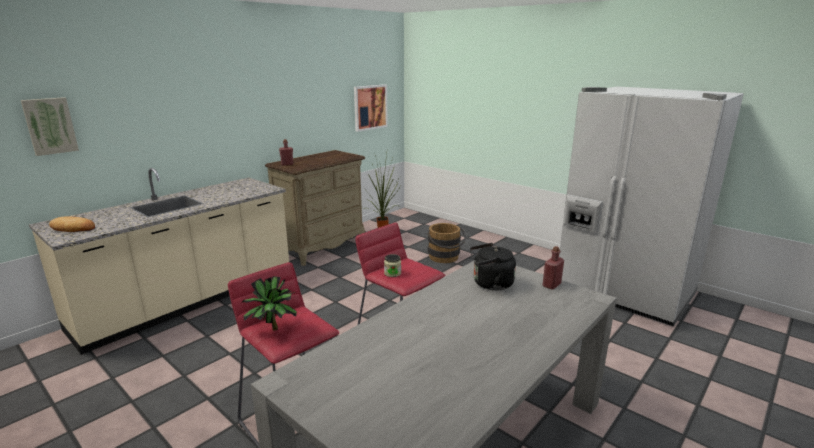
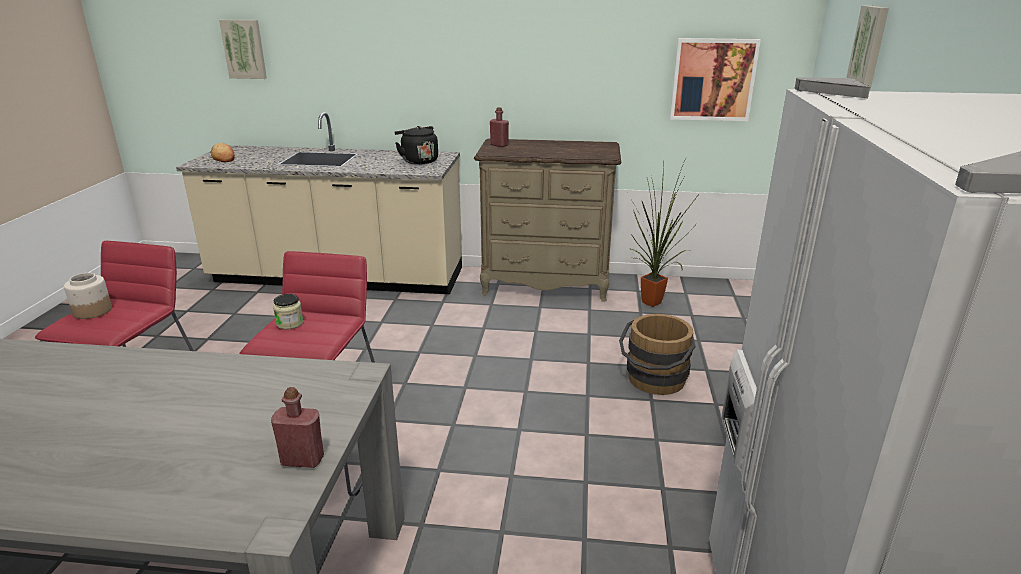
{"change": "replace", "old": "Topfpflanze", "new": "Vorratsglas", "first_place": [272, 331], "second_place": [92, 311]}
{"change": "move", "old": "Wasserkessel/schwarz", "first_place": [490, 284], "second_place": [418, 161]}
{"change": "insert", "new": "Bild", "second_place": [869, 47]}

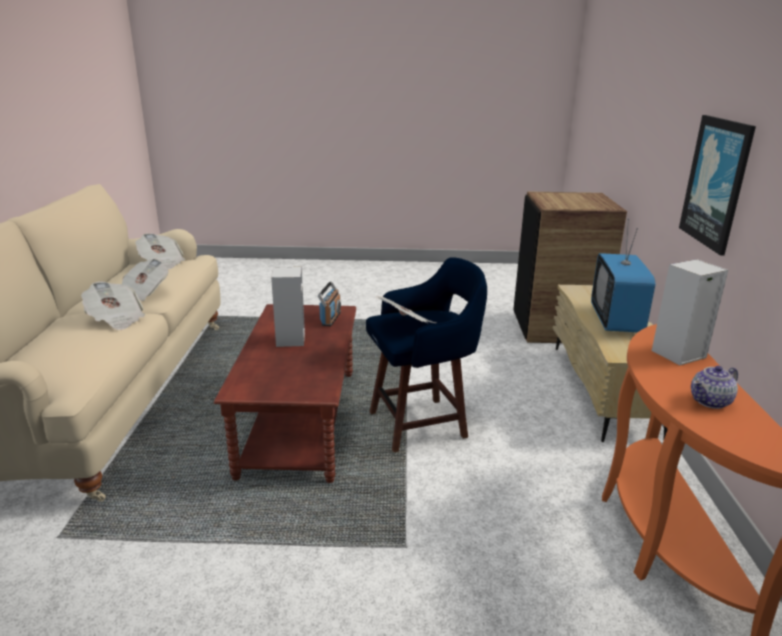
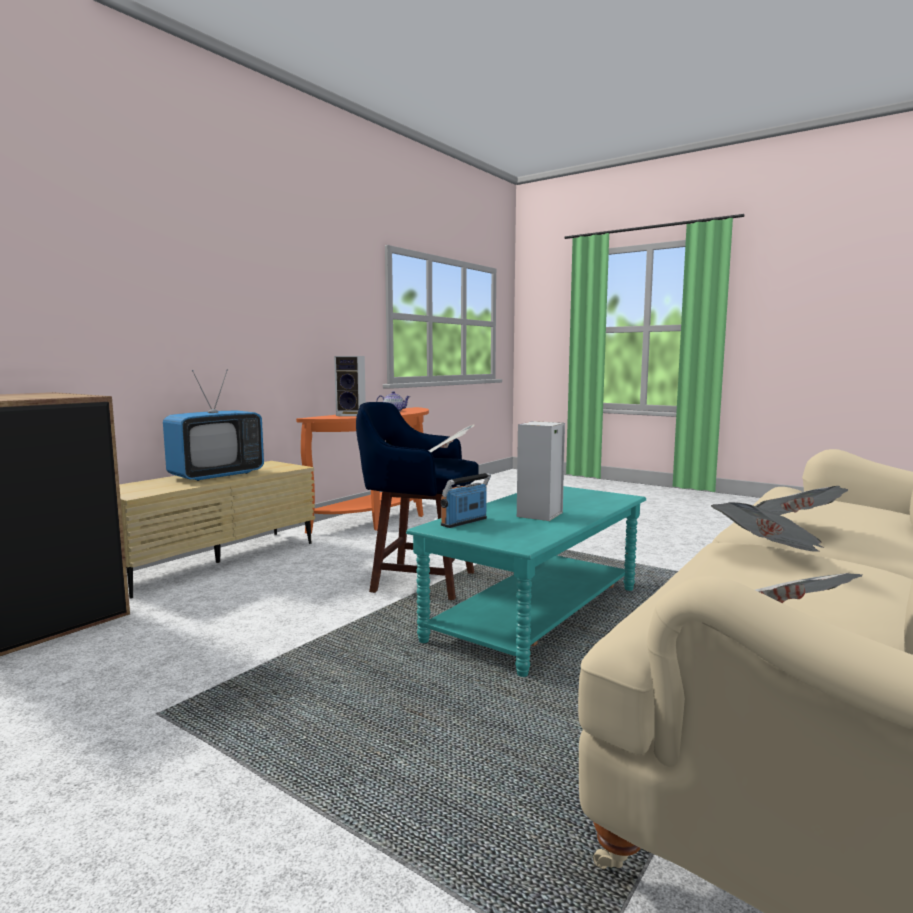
{"change": "recolor", "old": "Couchtisch/braun", "new": "Couchtisch/türkis", "first_place": [300, 420], "second_place": [536, 614]}
{"change": "delete", "old": "Bild", "first_place": [716, 182]}

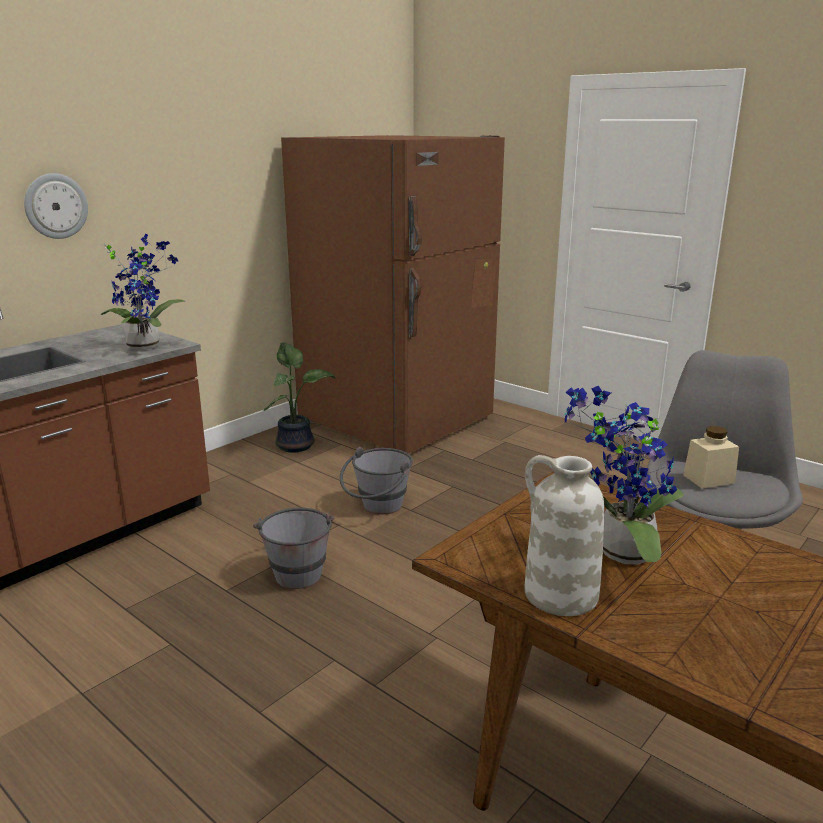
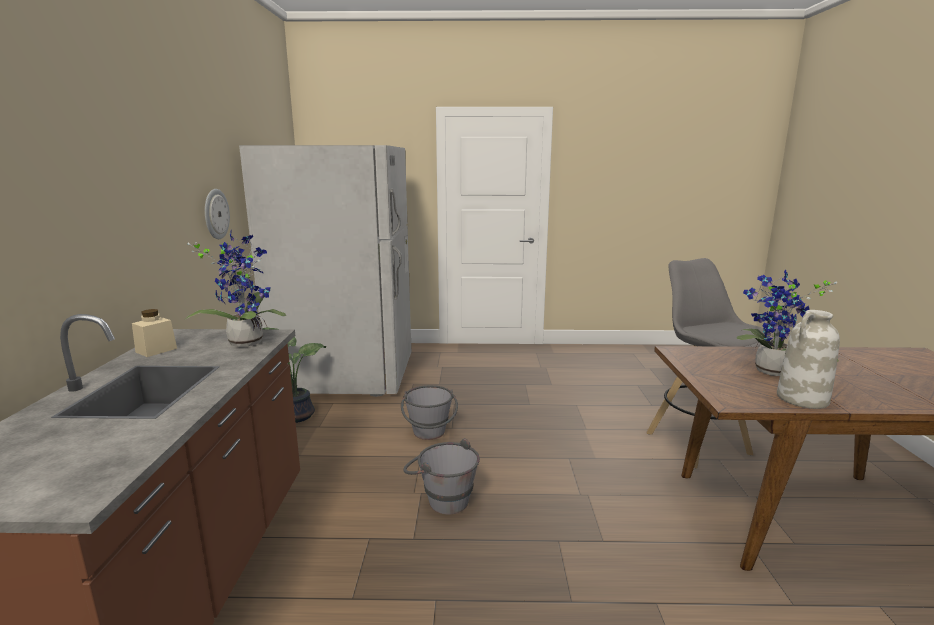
{"change": "move", "old": "Vorratsglas/beige", "first_place": [708, 479], "second_place": [156, 350]}
{"change": "move", "old": "Wanduhr", "first_place": [55, 206], "second_place": [215, 214]}
{"change": "recolor", "old": "Kühlschrank/braun", "new": "Kühlschrank/weiß", "first_place": [397, 418], "second_place": [347, 373]}

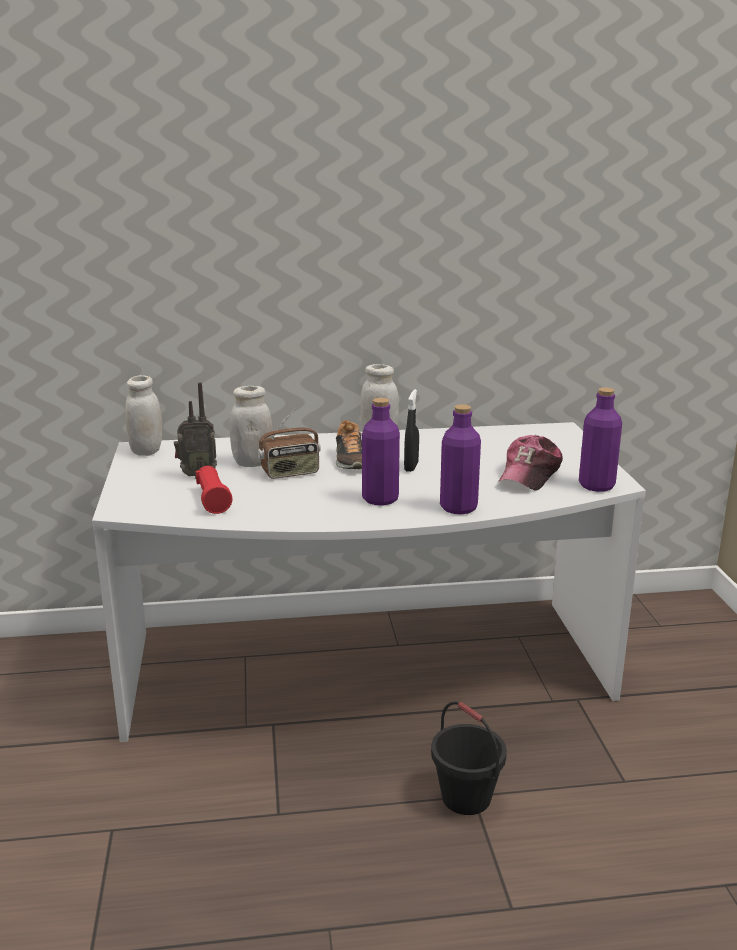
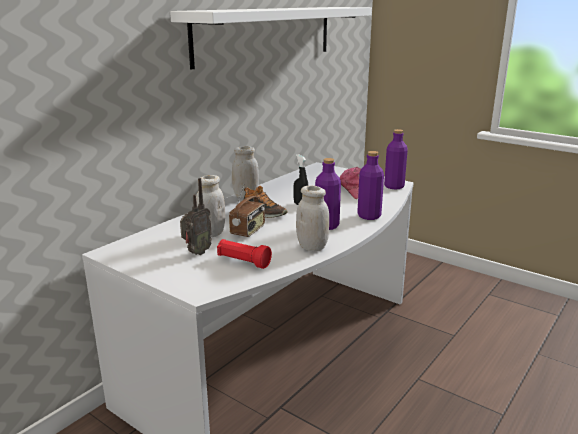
{"change": "insert", "new": "Wandregal/weiß", "second_place": [266, 34]}
{"change": "move", "old": "Vorratsglas/weiß", "first_place": [146, 451], "second_place": [312, 247]}
{"change": "delete", "old": "Eimer/schwarz", "first_place": [466, 797]}

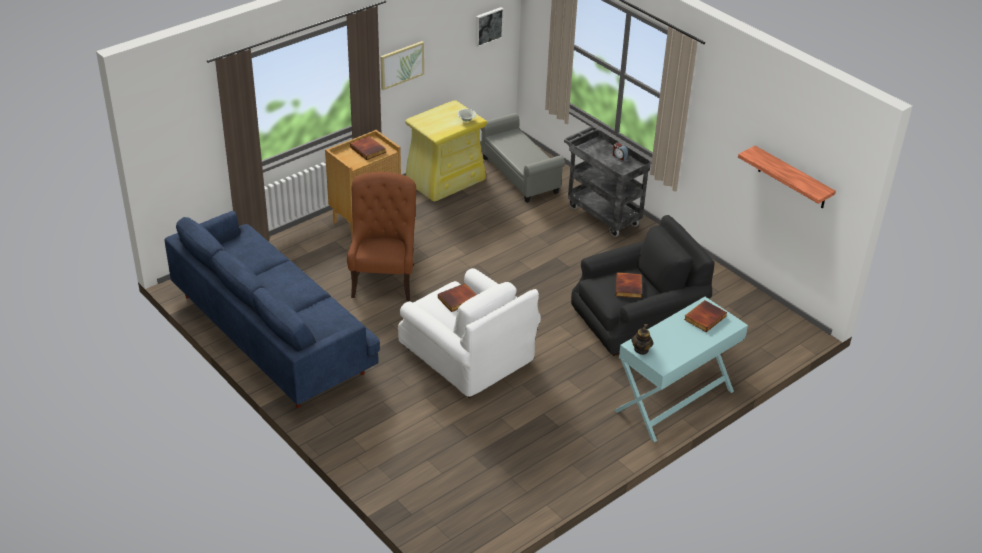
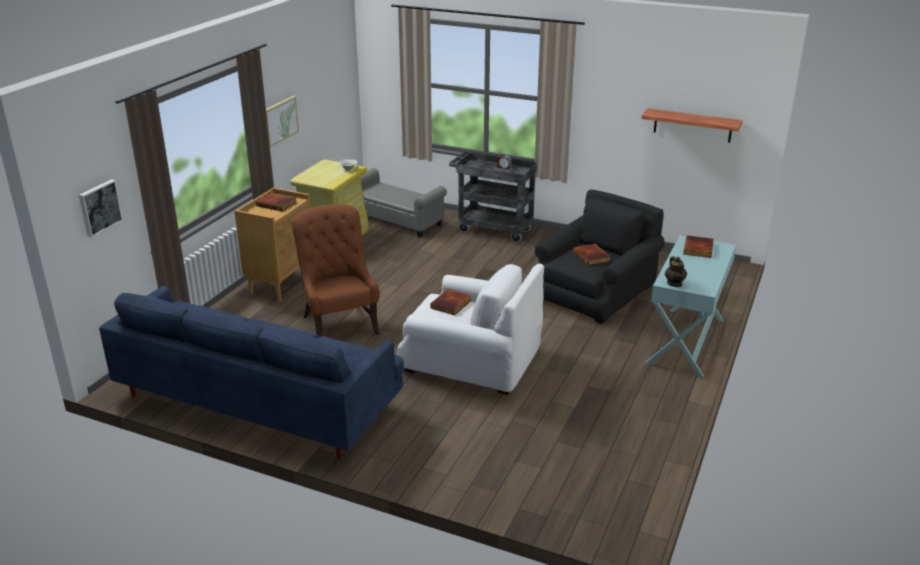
{"change": "move", "old": "Bild", "first_place": [488, 26], "second_place": [99, 207]}

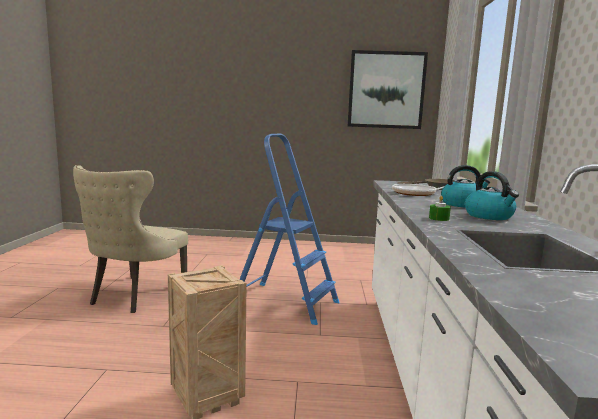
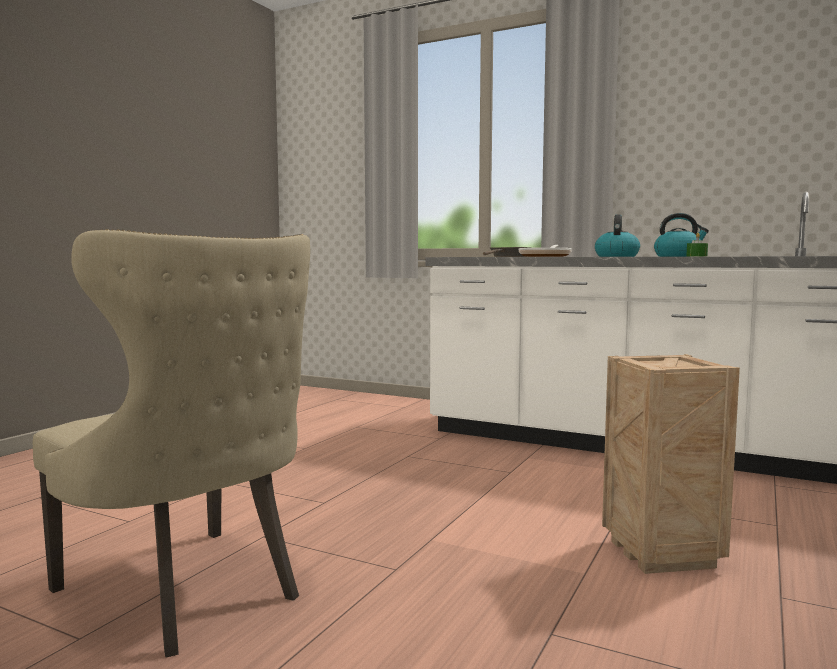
{"change": "delete", "old": "Trittleiter/blau", "first_place": [286, 302]}
{"change": "delete", "old": "Bild", "first_place": [386, 90]}

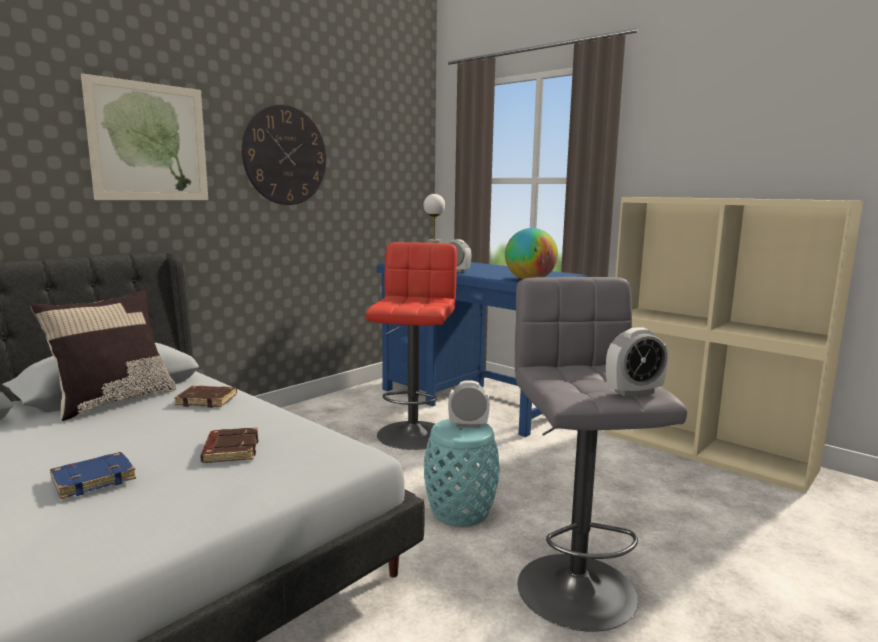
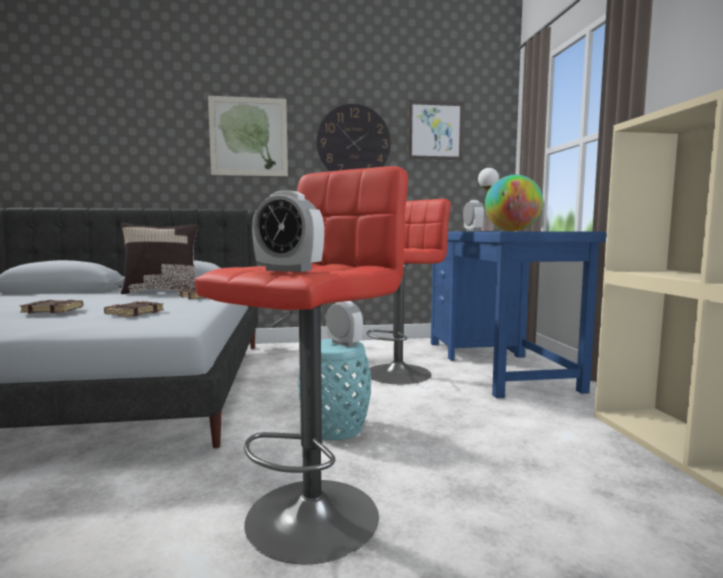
{"change": "recolor", "old": "Buch/blau", "new": "Buch/braun", "first_place": [94, 479], "second_place": [54, 310]}
{"change": "recolor", "old": "Hocker/grau", "new": "Hocker/rot", "first_place": [577, 589], "second_place": [314, 517]}
{"change": "insert", "new": "Bild", "second_place": [435, 130]}

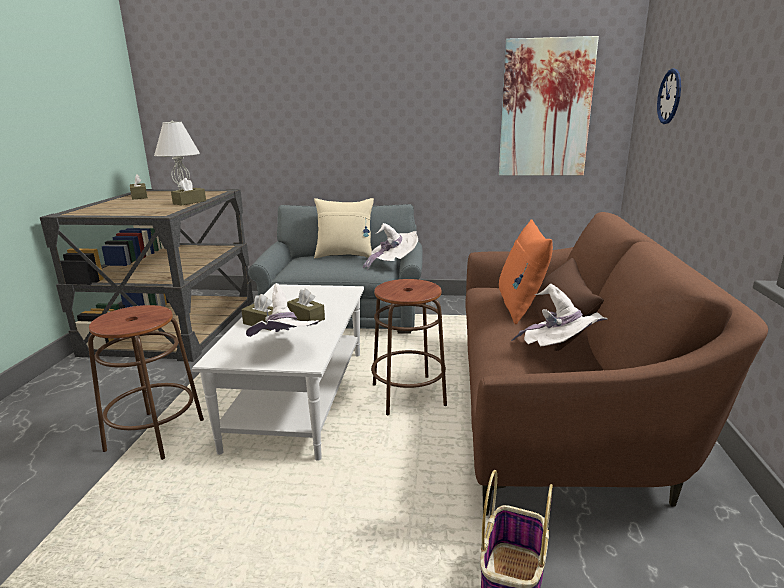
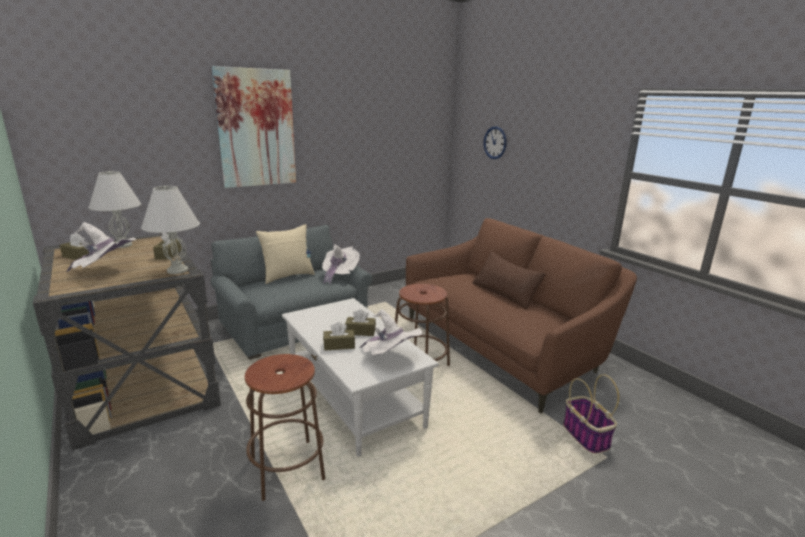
{"change": "move", "old": "Hut/weiß", "first_place": [560, 352], "second_place": [106, 271]}
{"change": "insert", "new": "Tischlampe/weiß", "second_place": [177, 270]}
{"change": "move", "old": "Bild", "first_place": [545, 109], "second_place": [256, 128]}
{"change": "delete", "old": "Kissen/orange", "first_place": [520, 307]}

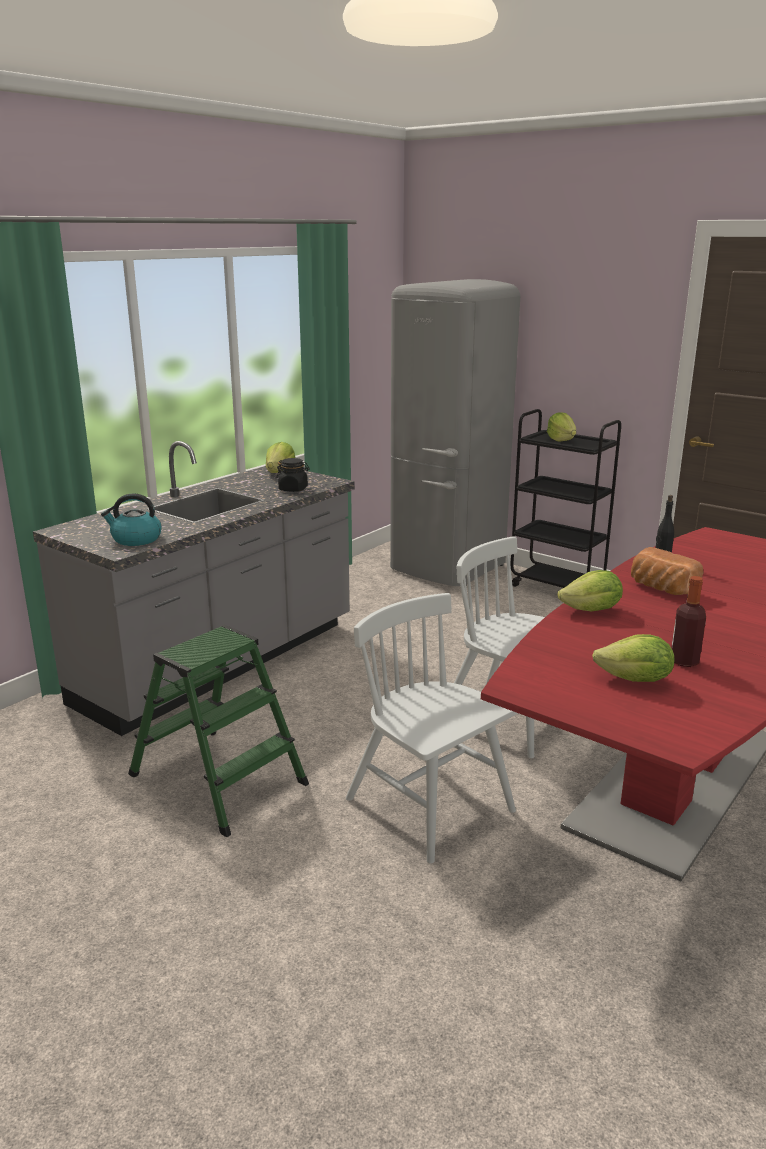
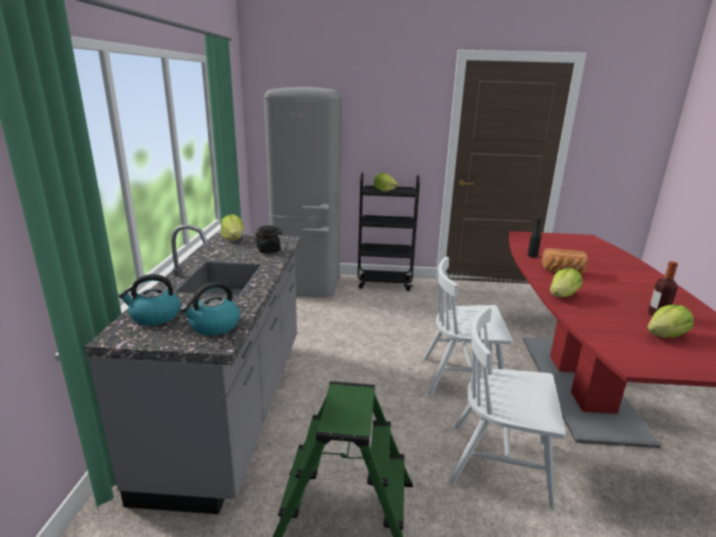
{"change": "insert", "new": "Wasserkessel", "second_place": [155, 317]}

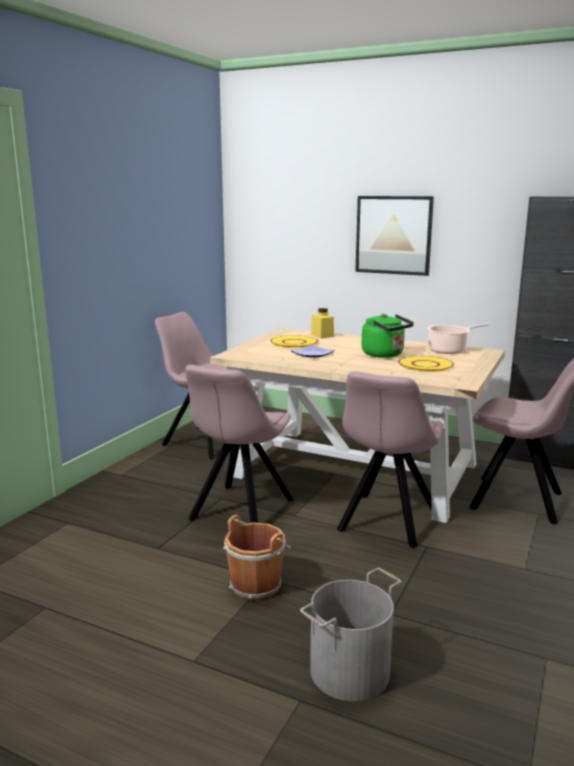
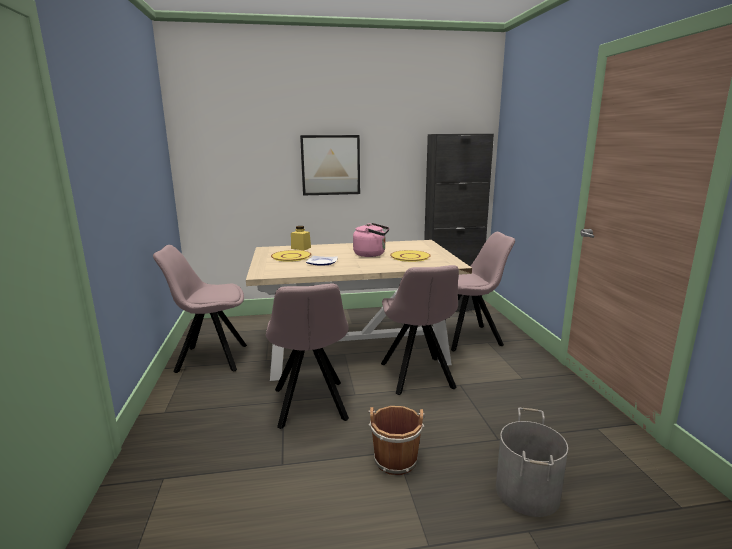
{"change": "recolor", "old": "Wasserkessel/grün", "new": "Wasserkessel/rosa", "first_place": [385, 355], "second_place": [371, 254]}
{"change": "delete", "old": "Kochtopf", "first_place": [449, 350]}

